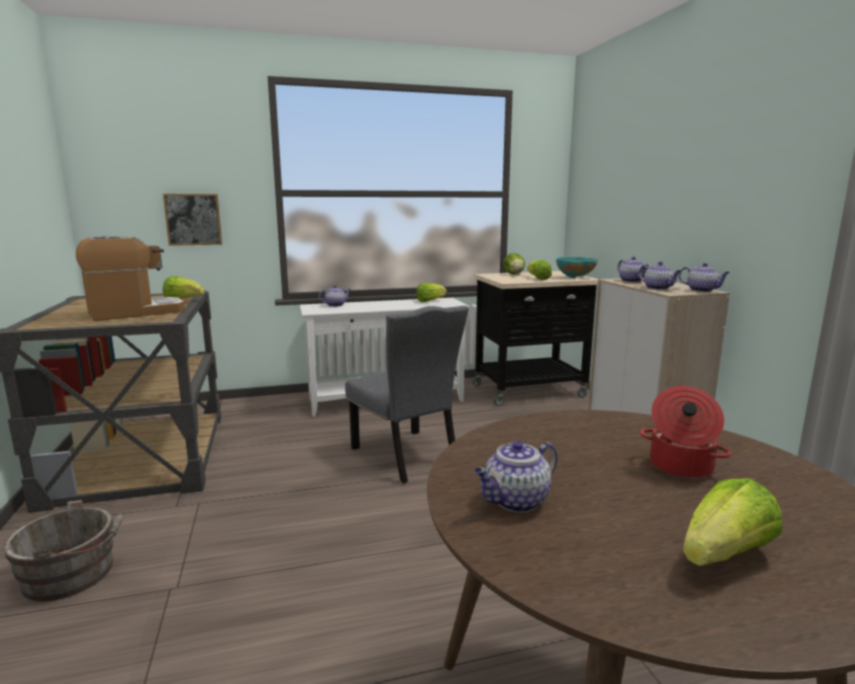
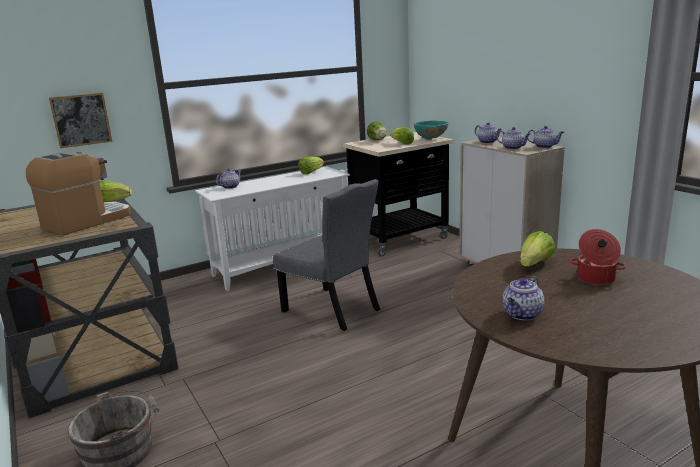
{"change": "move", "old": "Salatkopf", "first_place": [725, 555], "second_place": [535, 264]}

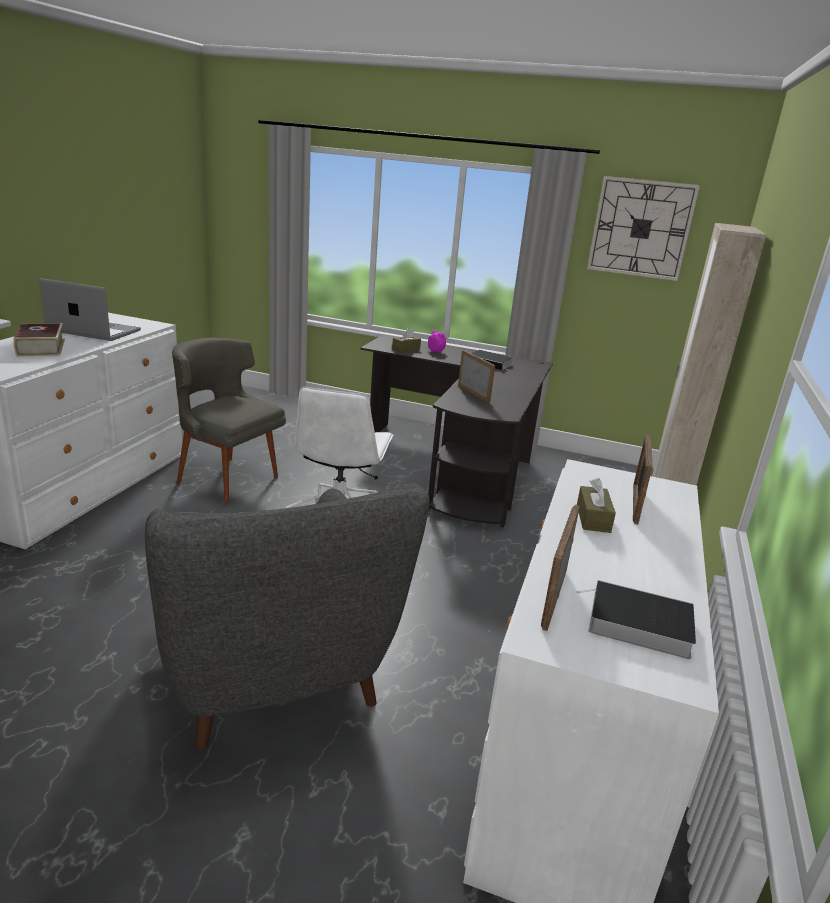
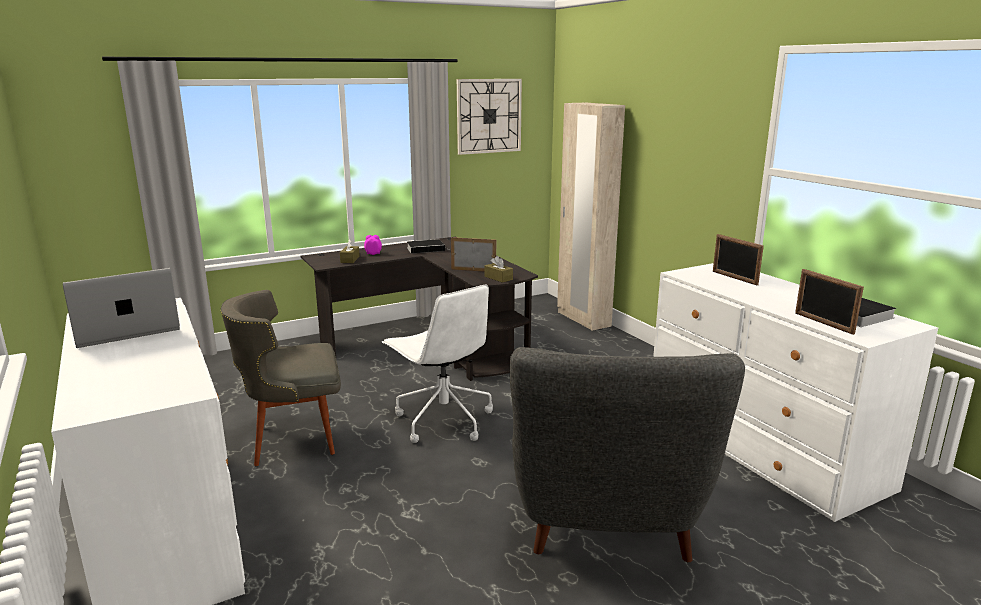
{"change": "move", "old": "Taschentuchbox/braun", "first_place": [593, 518], "second_place": [498, 278]}
{"change": "rotate", "old": "Sessel/grau", "first_place": [272, 680], "second_place": [604, 520], "degrees": 75}
{"change": "delete", "old": "Buch", "first_place": [41, 347]}

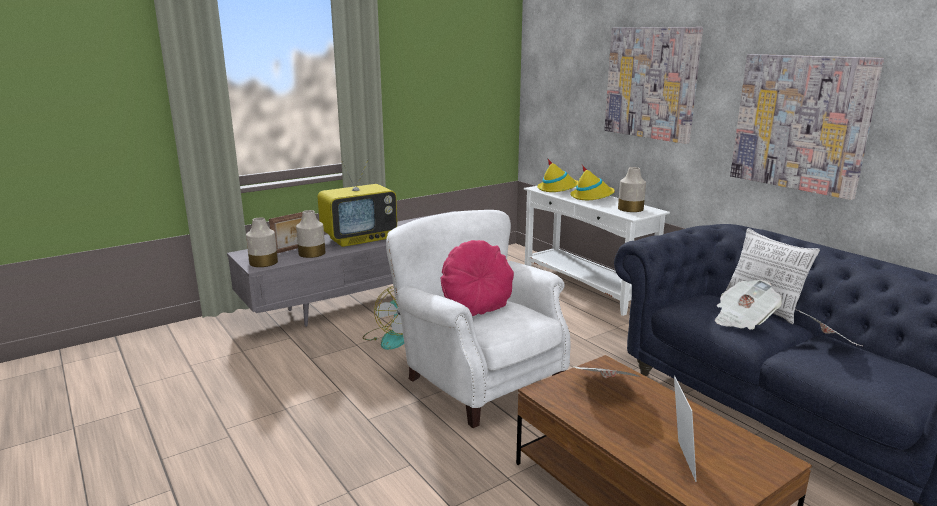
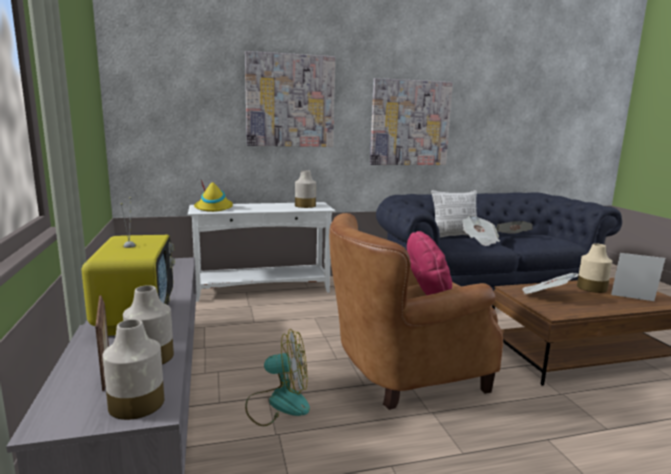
{"change": "recolor", "old": "Sessel/weiß", "new": "Sessel/braun", "first_place": [477, 379], "second_place": [404, 373]}
{"change": "insert", "new": "Vase/beige", "second_place": [592, 288]}
{"change": "delete", "old": "Hut/gelb", "first_place": [592, 196]}

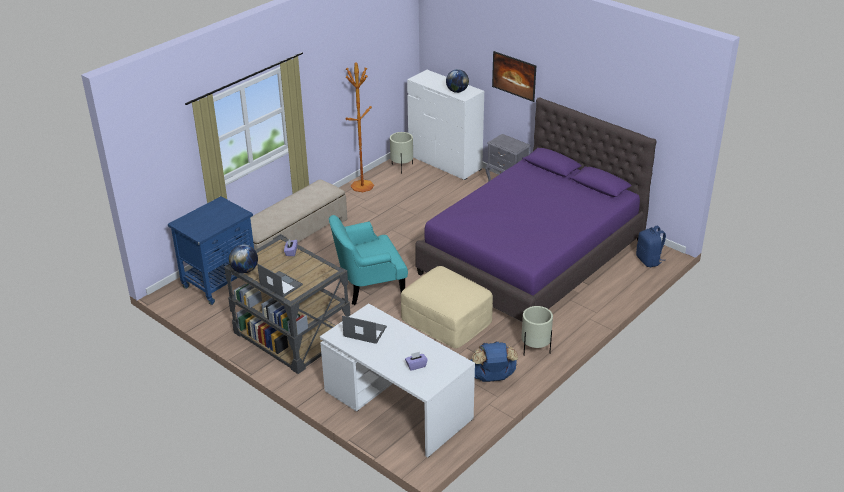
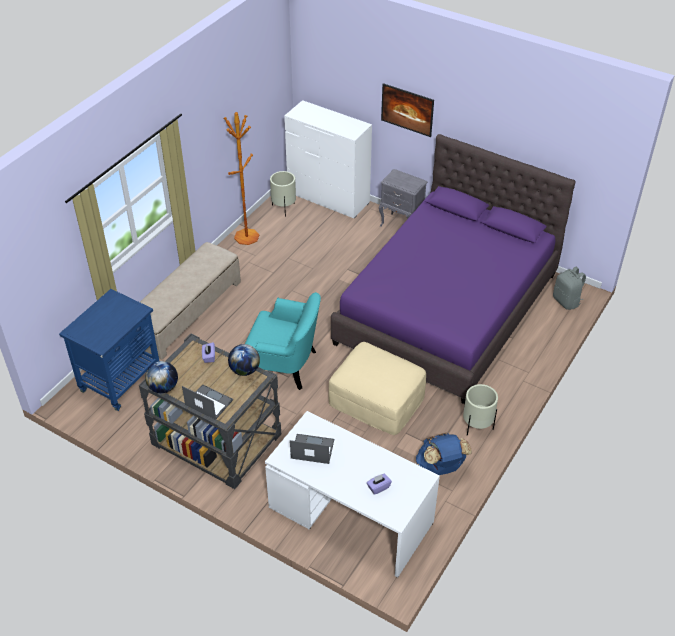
{"change": "move", "old": "Globus", "first_place": [457, 91], "second_place": [245, 370]}
{"change": "rotate", "old": "Sessel/türkis", "first_place": [368, 285], "second_place": [283, 365], "degrees": -135}
{"change": "recolor", "old": "Rucksack/blau", "new": "Rucksack/grau", "first_place": [649, 261], "second_place": [566, 301]}

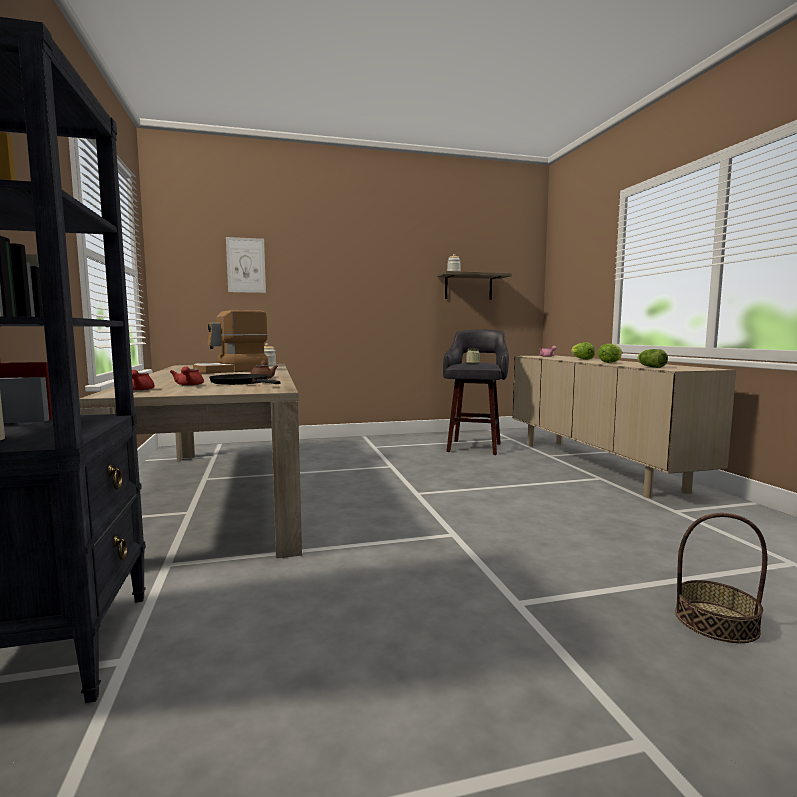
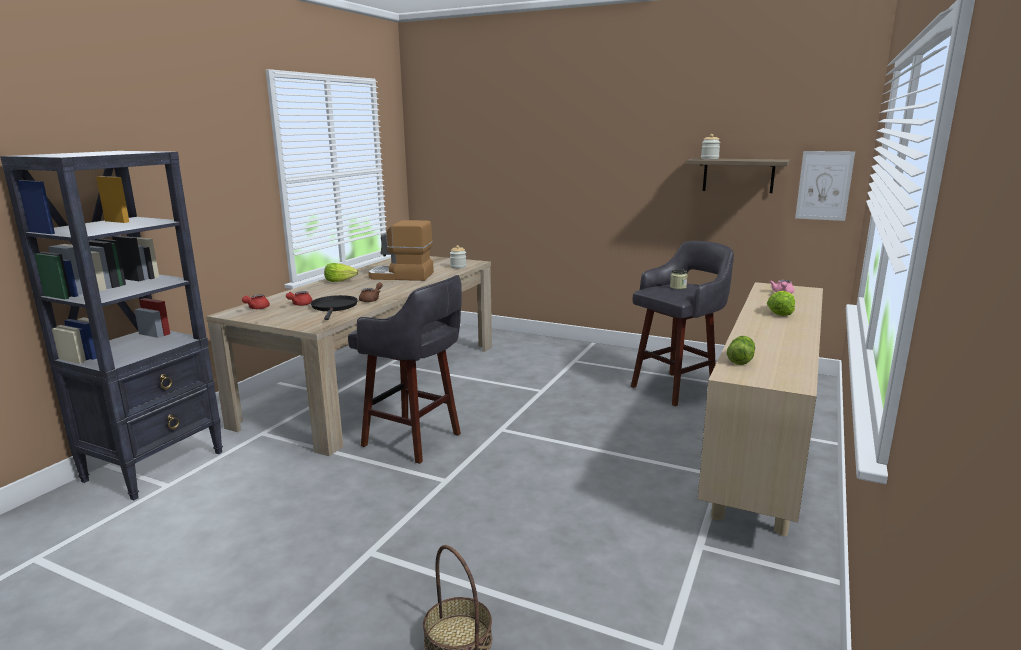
{"change": "move", "old": "Salatkopf", "first_place": [610, 362], "second_place": [340, 281]}
{"change": "insert", "new": "Hocker/grau", "second_place": [415, 441]}
{"change": "move", "old": "Bild", "first_place": [246, 265], "second_place": [824, 185]}

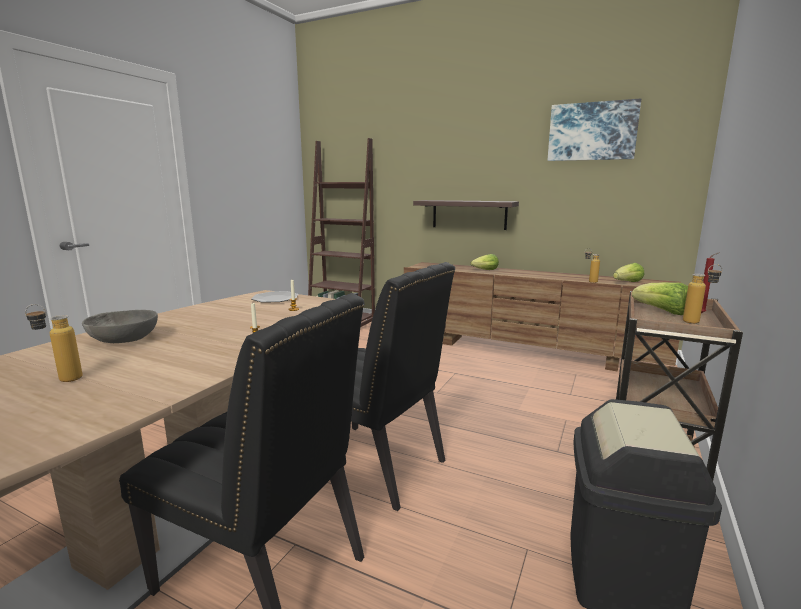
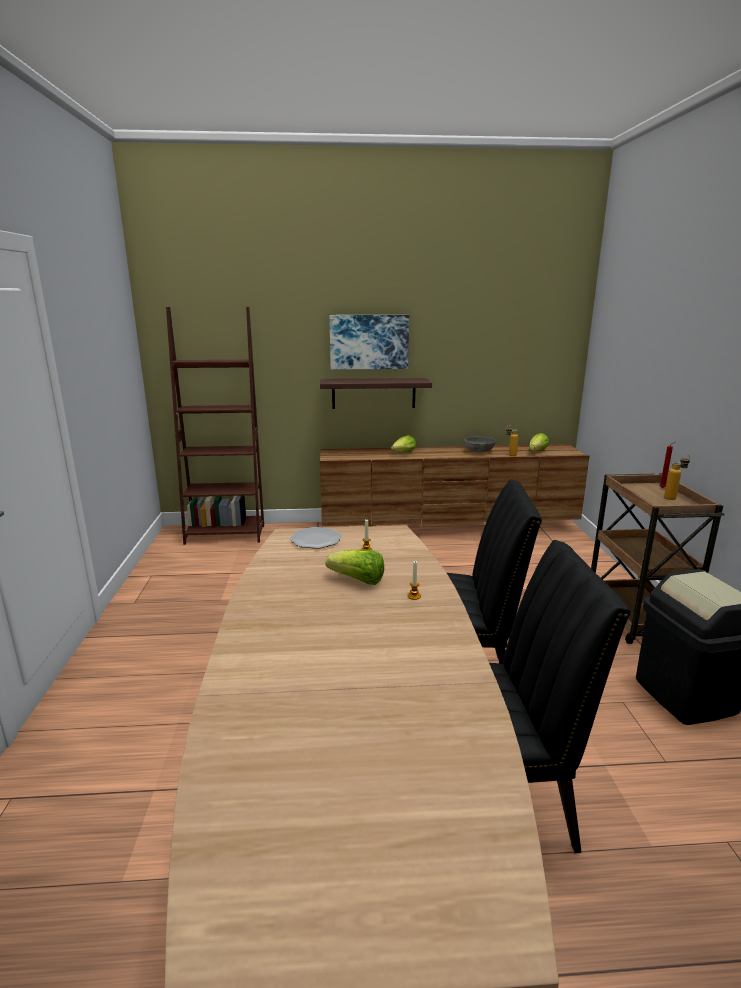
{"change": "move", "old": "Salatkopf", "first_place": [662, 312], "second_place": [357, 580]}
{"change": "move", "old": "Bild", "first_place": [592, 131], "second_place": [369, 342]}
{"change": "move", "old": "Schüssel/grau", "first_place": [125, 340], "second_place": [479, 451]}
{"change": "delete", "old": "Flasche", "first_place": [61, 379]}

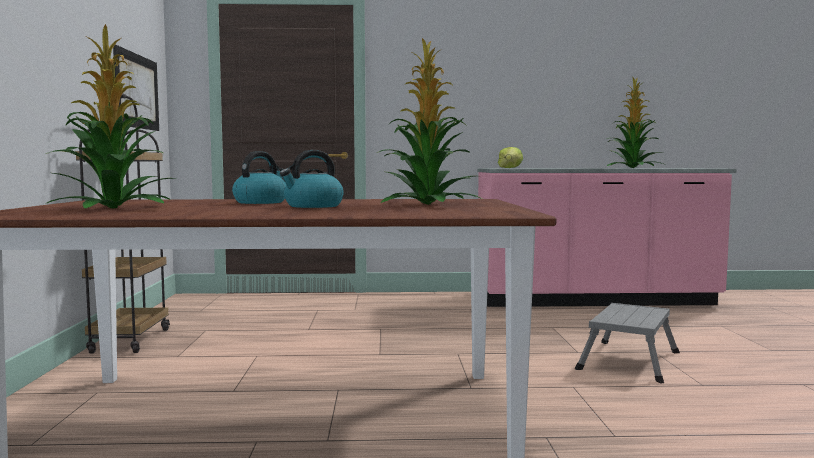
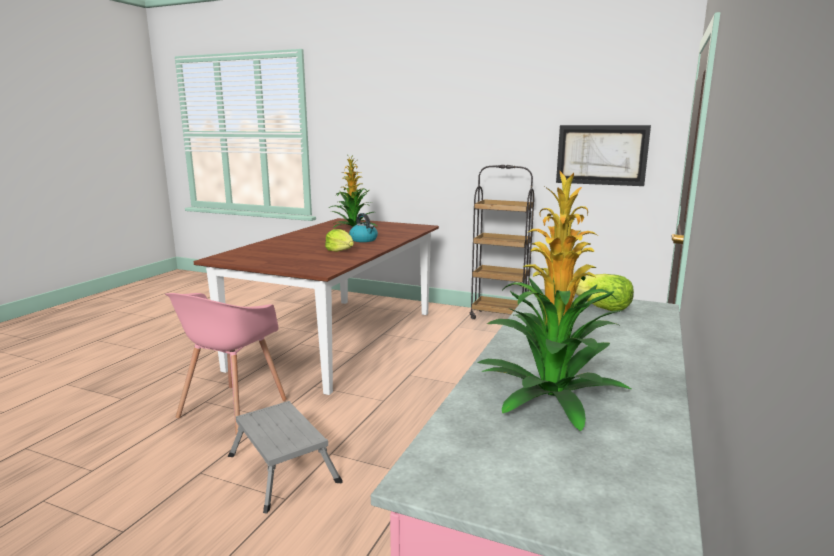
{"change": "insert", "new": "Stuhl/rosa", "second_place": [232, 410]}
{"change": "insert", "new": "Salatkopf", "second_place": [340, 250]}
{"change": "delete", "old": "Wasserkessel", "first_place": [313, 206]}
{"change": "delete", "old": "Topfpflanze", "first_place": [428, 204]}

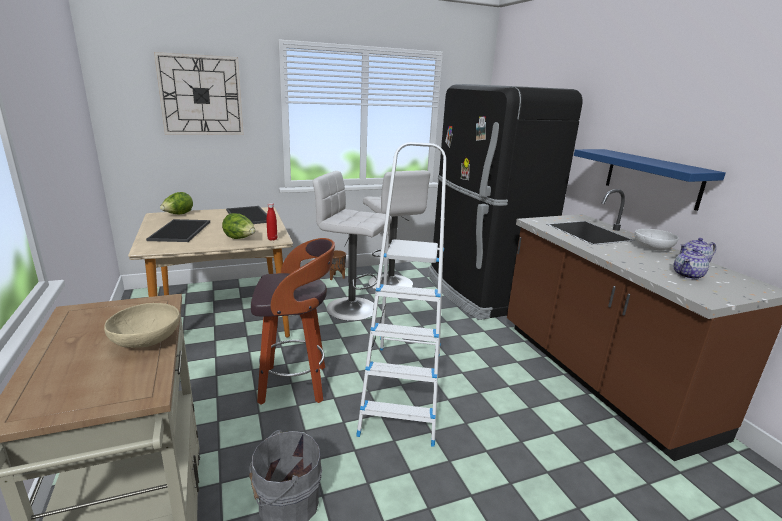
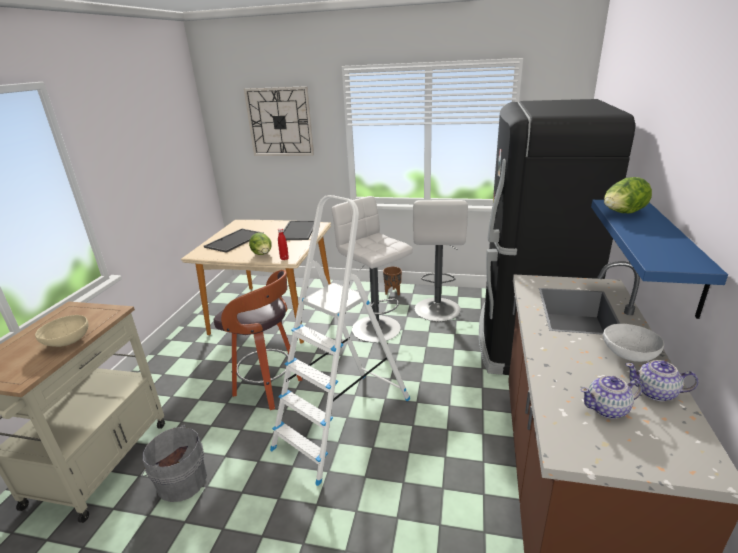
{"change": "move", "old": "Salatkopf", "first_place": [178, 215], "second_place": [622, 214]}

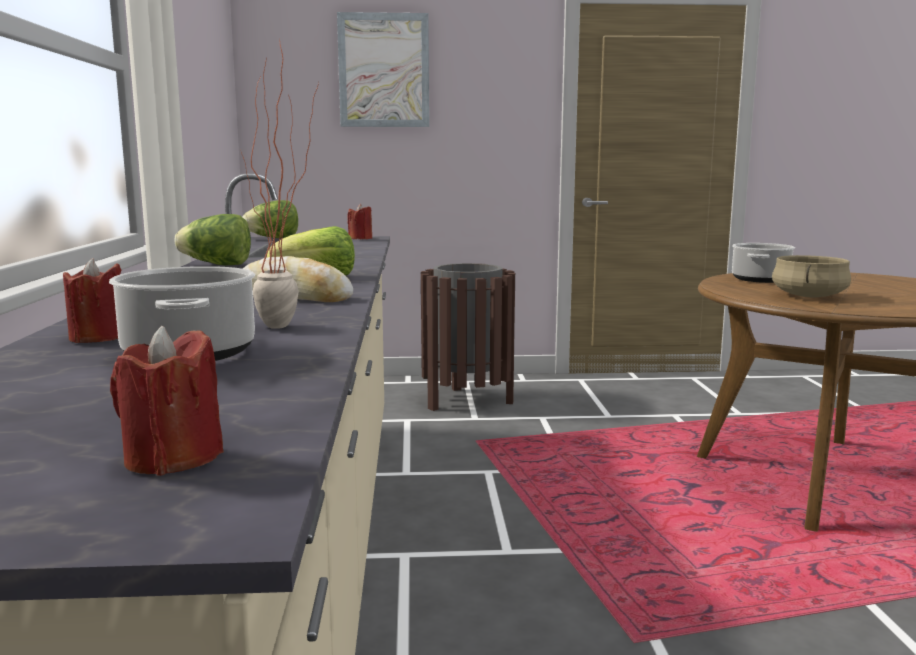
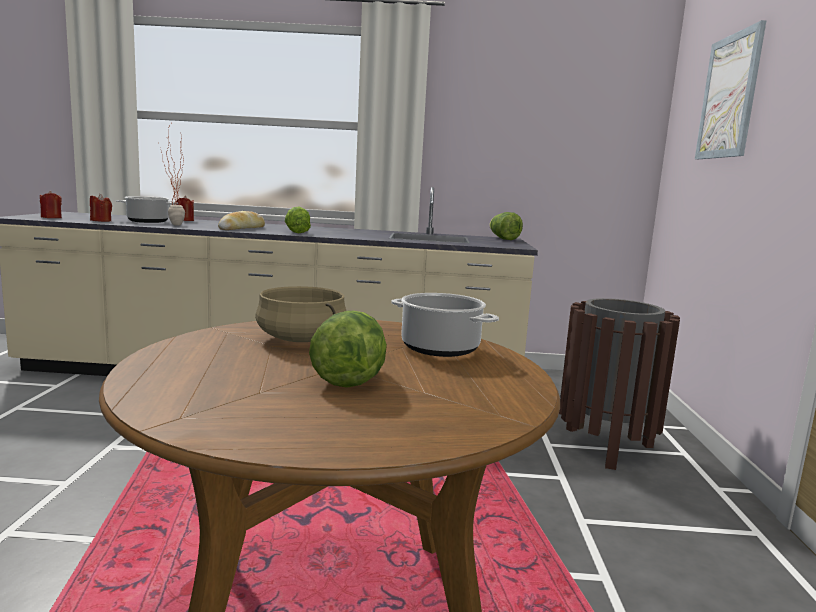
{"change": "move", "old": "Kerze/rot", "first_place": [360, 239], "second_place": [101, 221]}
{"change": "move", "old": "Salatkopf", "first_place": [217, 265], "second_place": [349, 377]}

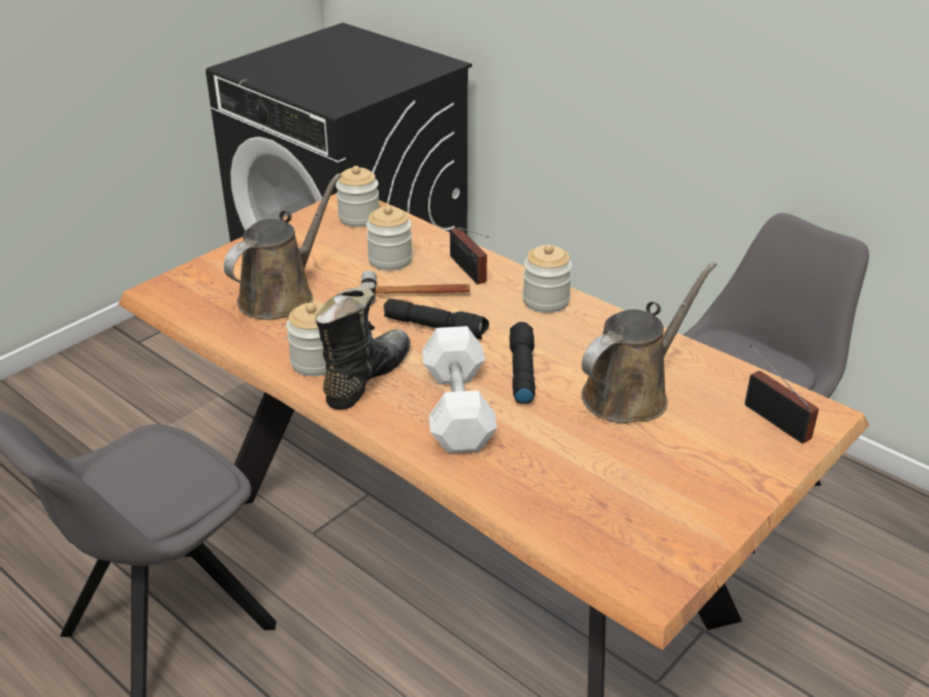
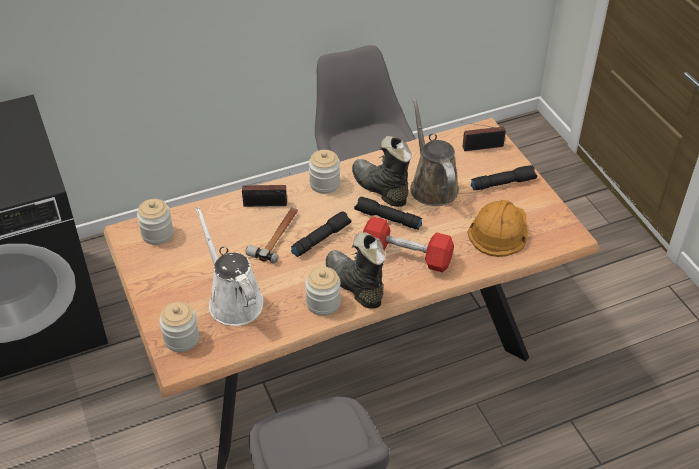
{"change": "move", "old": "Vorratsglas", "first_place": [390, 260], "second_place": [181, 339]}
{"change": "recolor", "old": "Gießkanne/braun", "new": "Gießkanne/weiß", "first_place": [282, 295], "second_place": [233, 300]}
{"change": "insert", "new": "Stiefel/schwarz", "second_place": [379, 189]}
{"change": "recolor", "old": "Hantel/weiß", "new": "Hantel/rot", "first_place": [457, 409], "second_place": [406, 255]}
{"change": "insert", "new": "Schutzhelm/orange", "second_place": [499, 230]}
{"change": "insert", "new": "Taschenlampe/schwarz", "second_place": [503, 183]}

